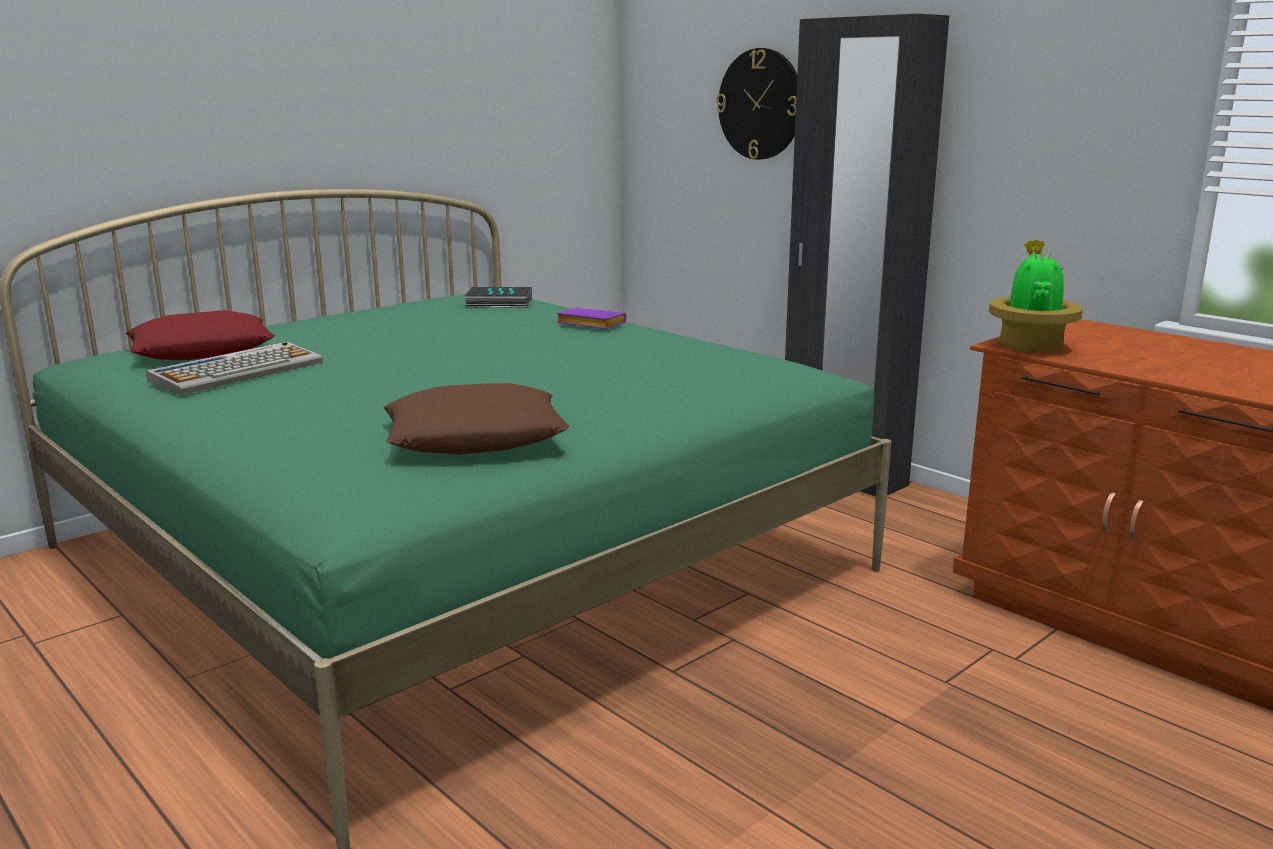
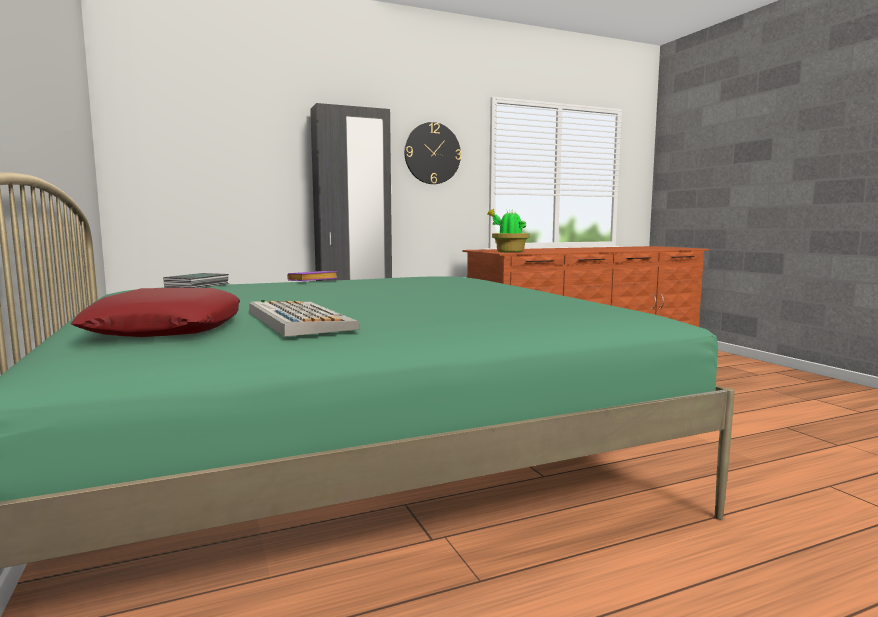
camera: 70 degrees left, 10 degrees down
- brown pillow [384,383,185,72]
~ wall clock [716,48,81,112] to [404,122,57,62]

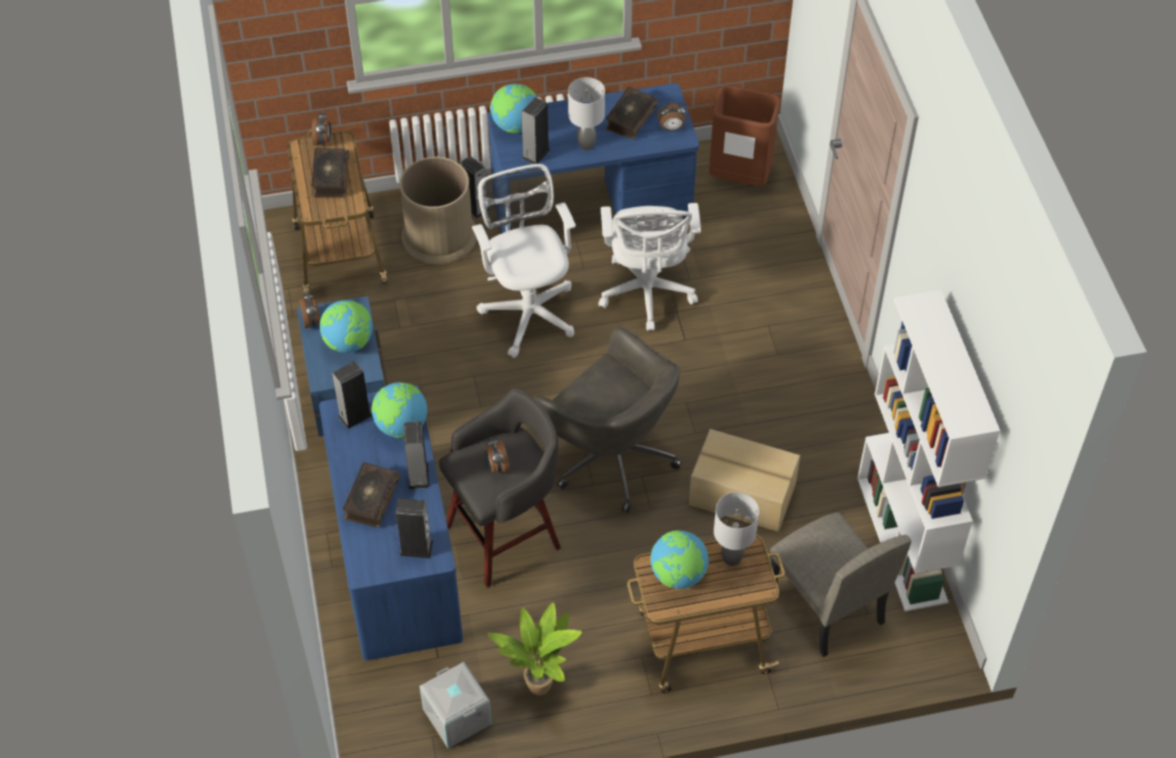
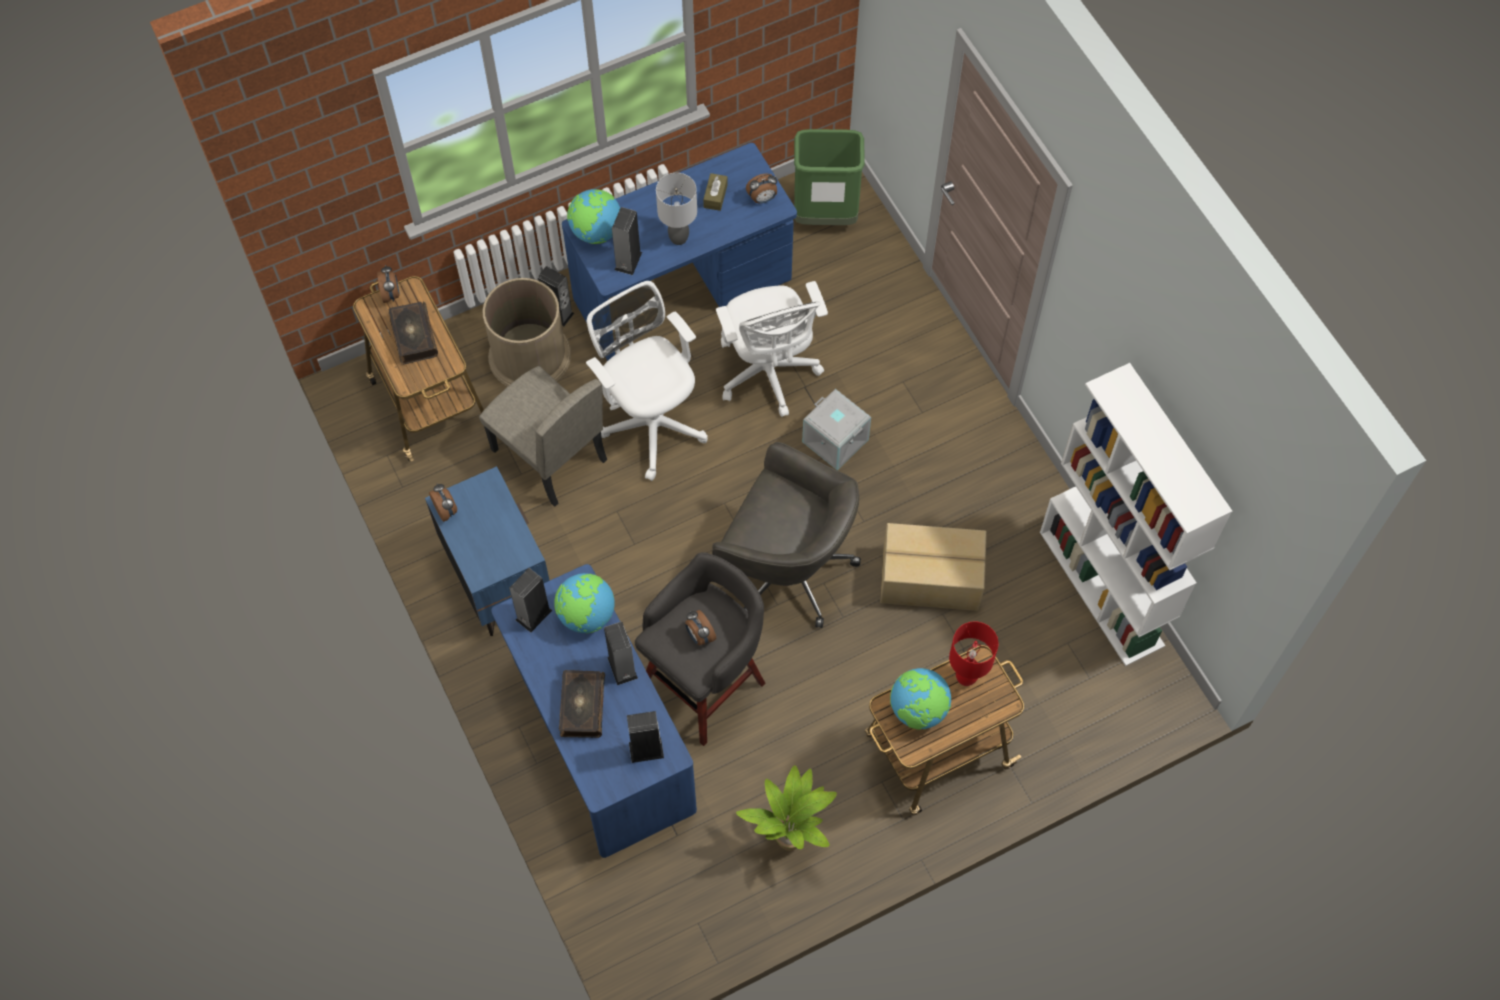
camera: 15 degrees left, 10 degrees up
- globe [320,300,53,53]
~ grey storage box [419,662,73,86] to [802,389,69,81]
~ beige chair [770,512,141,145] to [479,366,128,141]
~ book [605,87,53,53] to brown tissue box [703,173,25,38]
~ brown trash can [709,85,72,101] to green trash can [794,129,71,96]
~ grey table lamp [714,492,45,74] to red table lamp [949,622,49,64]

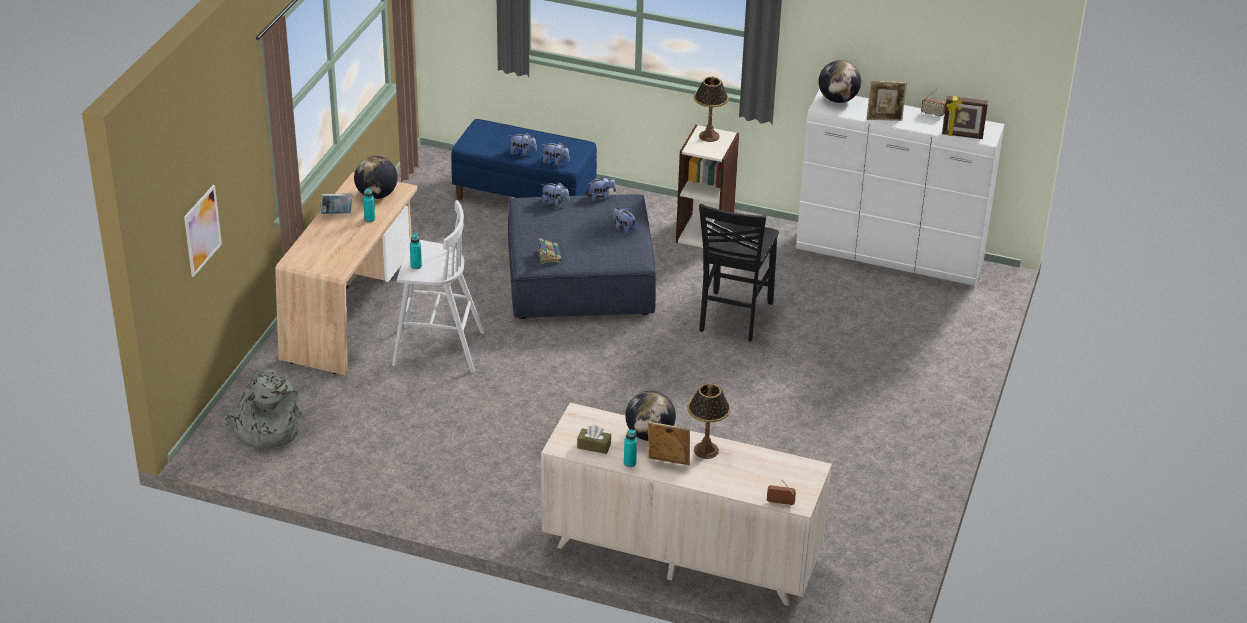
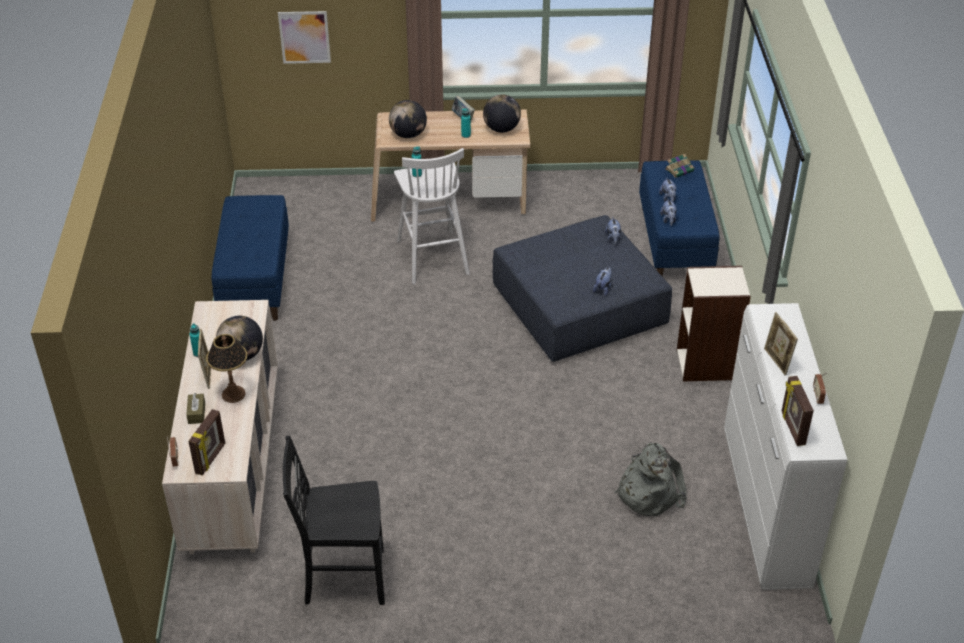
camera: 70 degrees right, 5 degrees up
- plush toy [588,175,28,26]
- table lamp [694,76,35,66]
+ picture frame [188,409,37,67]
+ blue bench [212,195,77,126]
~ grey backpack [225,369,76,80] to [614,443,73,73]
~ book [537,238,25,26] to [665,154,29,24]
~ brown tissue box [577,425,34,29] to [186,393,19,31]
~ black chair [699,204,80,138] to [283,436,102,169]
~ globe [819,60,42,43] to [389,100,38,38]

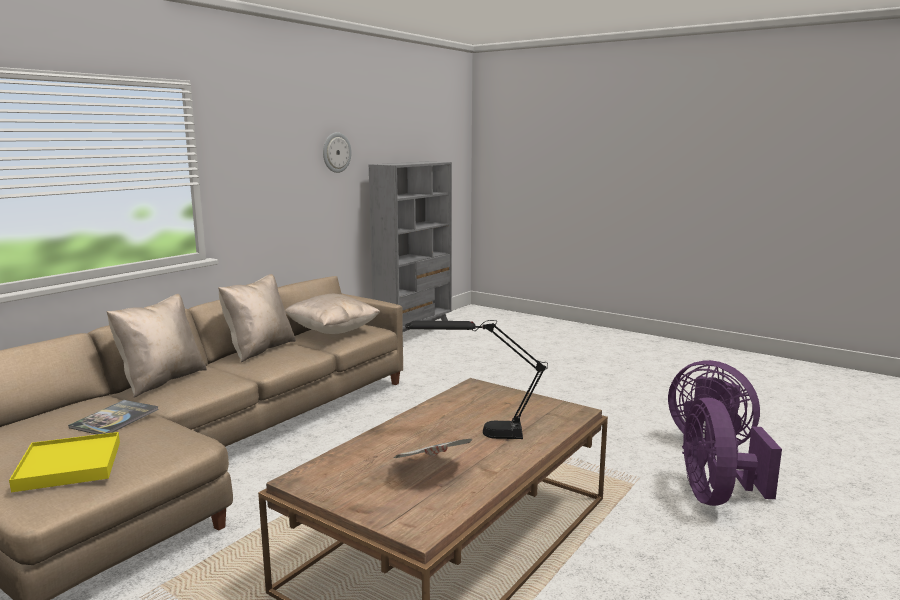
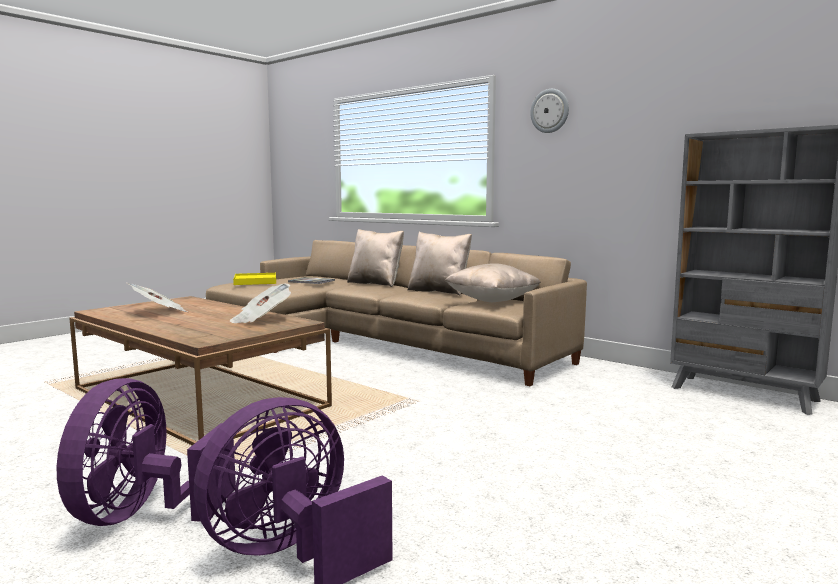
camera: 95 degrees right, 5 degrees down
- black table lamp [405,320,143,119]
+ newspaper [230,283,61,40]
~ wall clock [323,132,29,41] to [530,89,39,44]
~ purple fan [682,397,100,109] = [57,378,179,148] 90 degrees counterclockwise

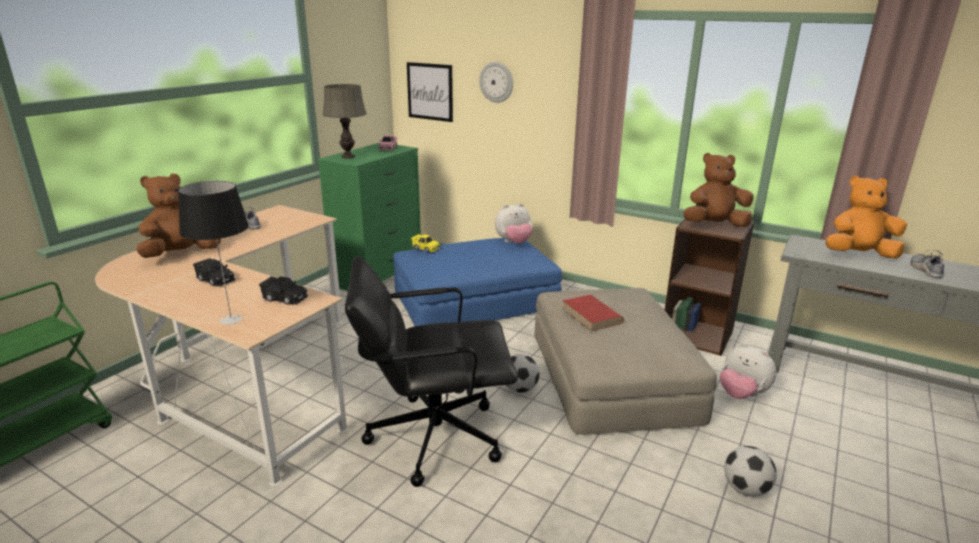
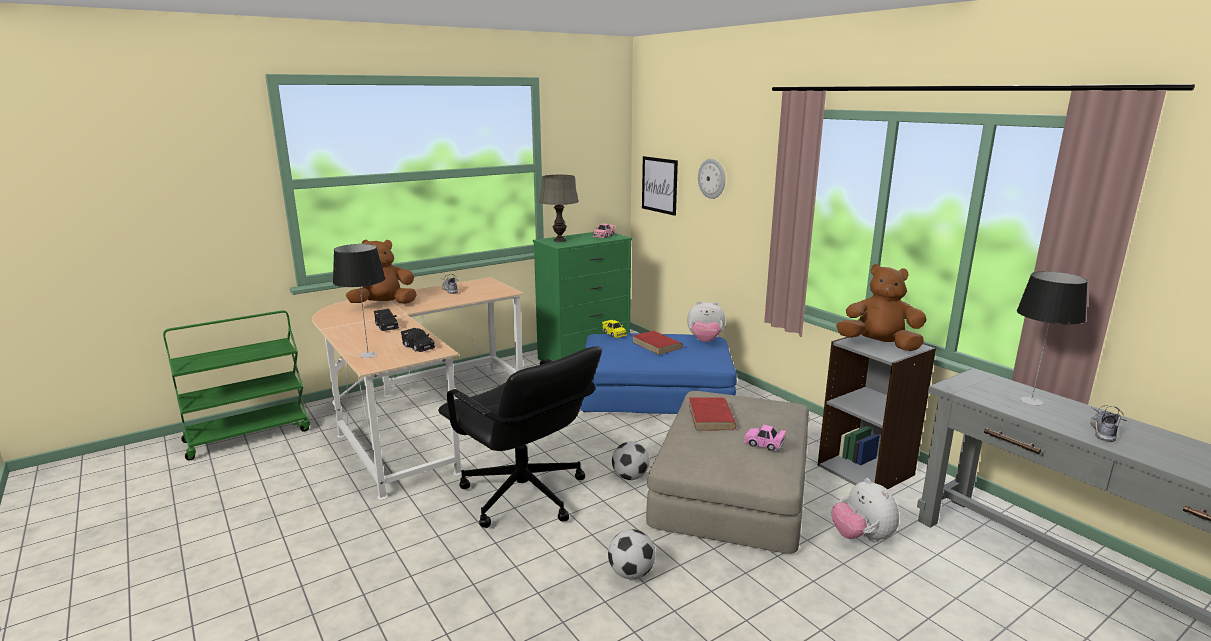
camera: 25 degrees right, 5 degrees down
+ red book [633,331,50,24]
+ pink toy car [744,425,42,26]
~ football [724,446,53,51] to [608,529,47,50]
~ orange plush toy [825,175,82,84] to table lamp [1017,271,71,135]
~ brown bookcase [665,219,89,137] to grey bookcase [817,335,119,155]
~ black office chair [345,256,173,231] = [438,346,164,182] 150 degrees counterclockwise

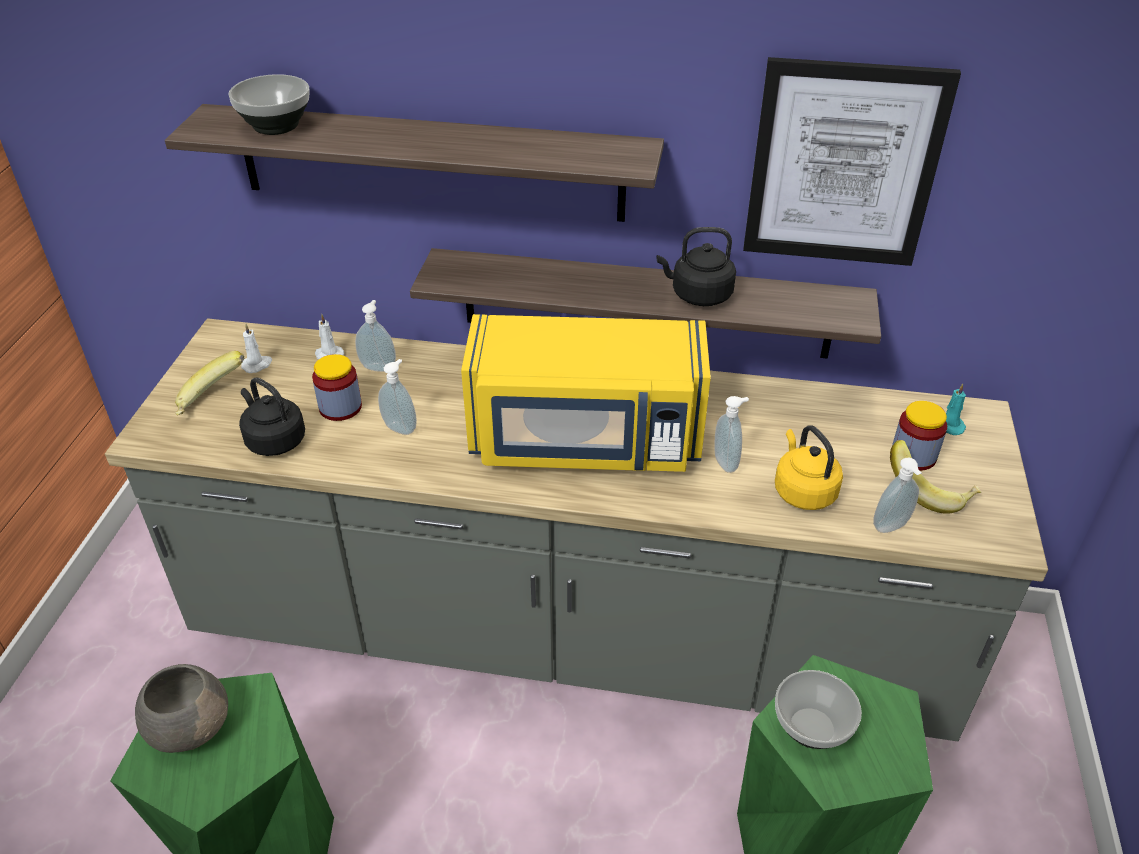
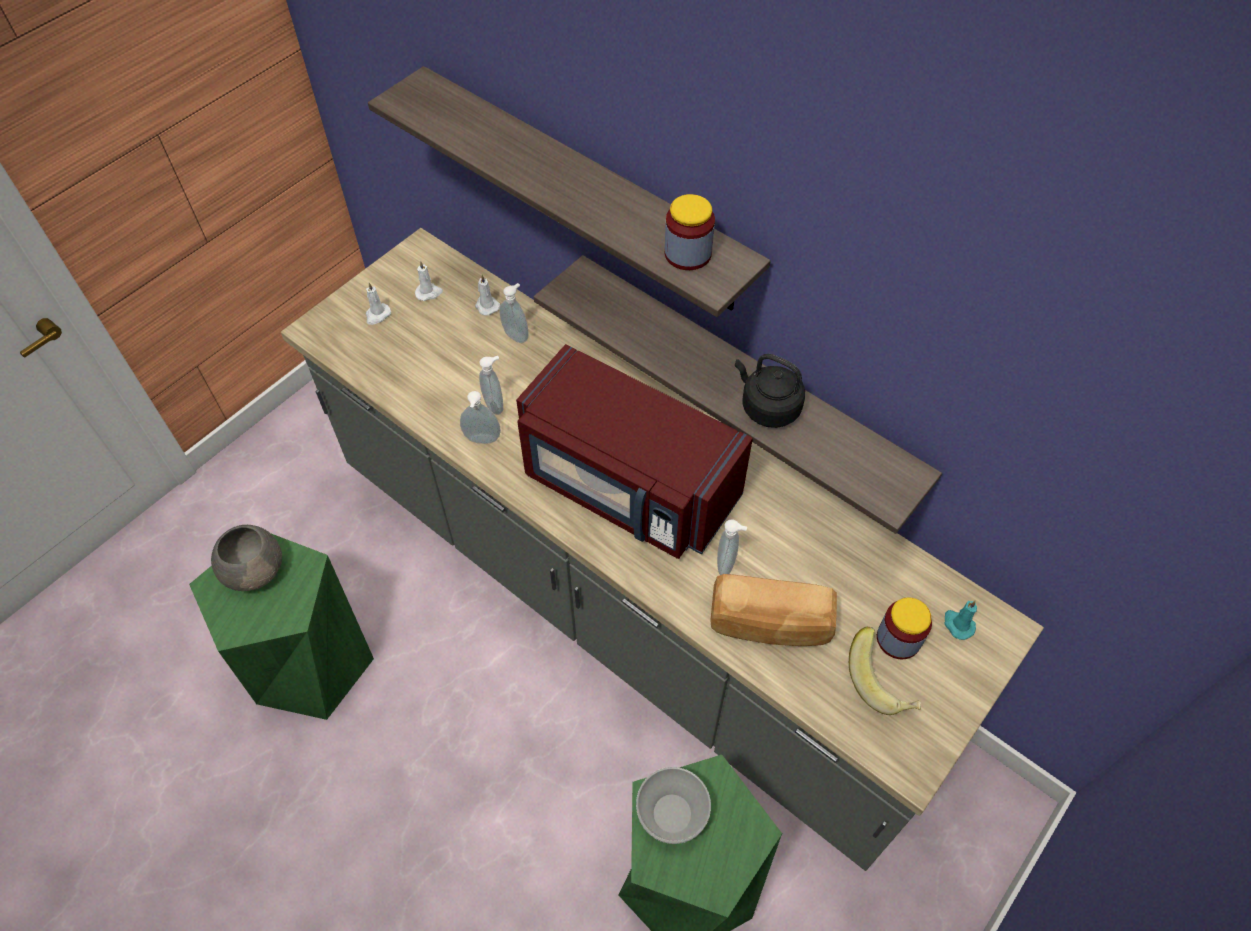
camera: 30 degrees right, 15 degrees up
- bowl [228,74,82,61]
- black kettle [239,377,66,79]
- picture [743,57,218,209]
~ jar [312,354,50,67] to [665,194,50,76]
~ soap dispenser [873,457,49,76] to [460,391,41,53]
~ banana [175,351,69,65] to white candle [366,283,25,42]
~ yellow kettle [775,426,68,84] to bread [710,574,127,72]
~ yellow microwave [461,314,250,158] to red microwave [516,344,237,215]

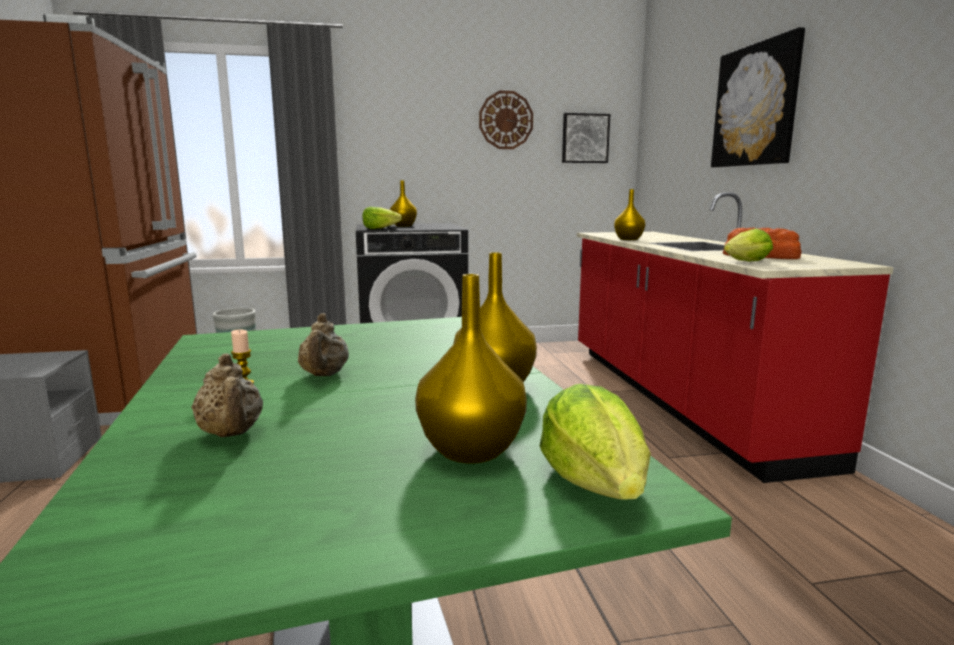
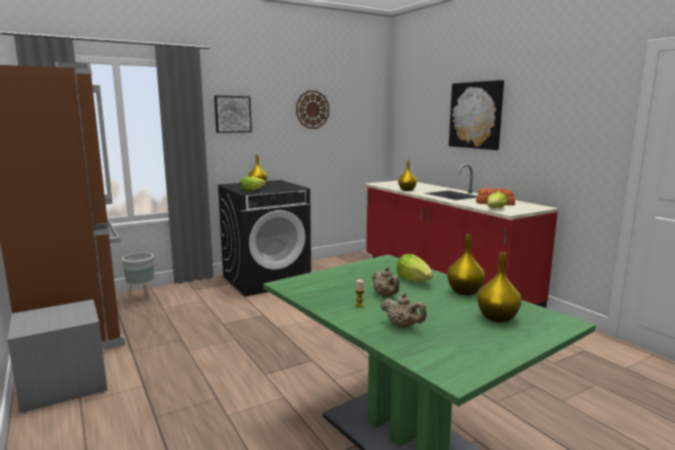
camera: 20 degrees left, 0 degrees up
~ lettuce [540,384,111,116] to [396,254,37,27]
~ picture [562,113,48,50] to [214,96,38,37]

